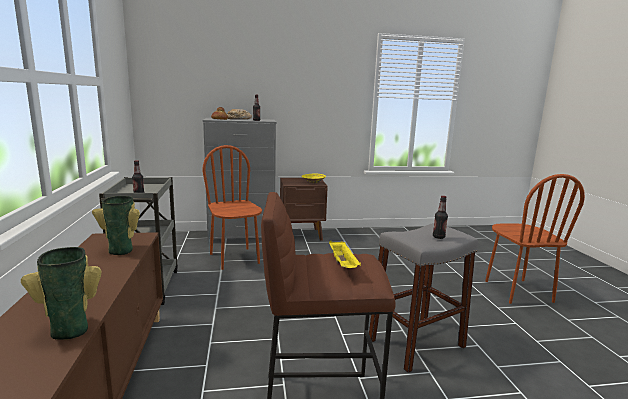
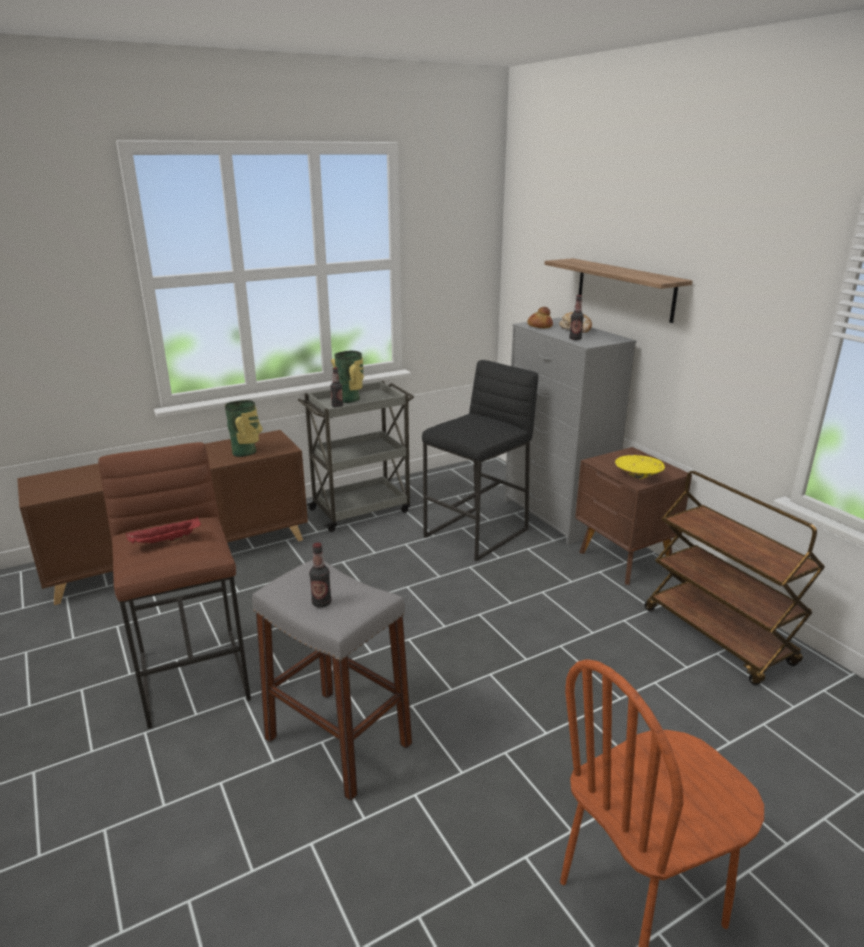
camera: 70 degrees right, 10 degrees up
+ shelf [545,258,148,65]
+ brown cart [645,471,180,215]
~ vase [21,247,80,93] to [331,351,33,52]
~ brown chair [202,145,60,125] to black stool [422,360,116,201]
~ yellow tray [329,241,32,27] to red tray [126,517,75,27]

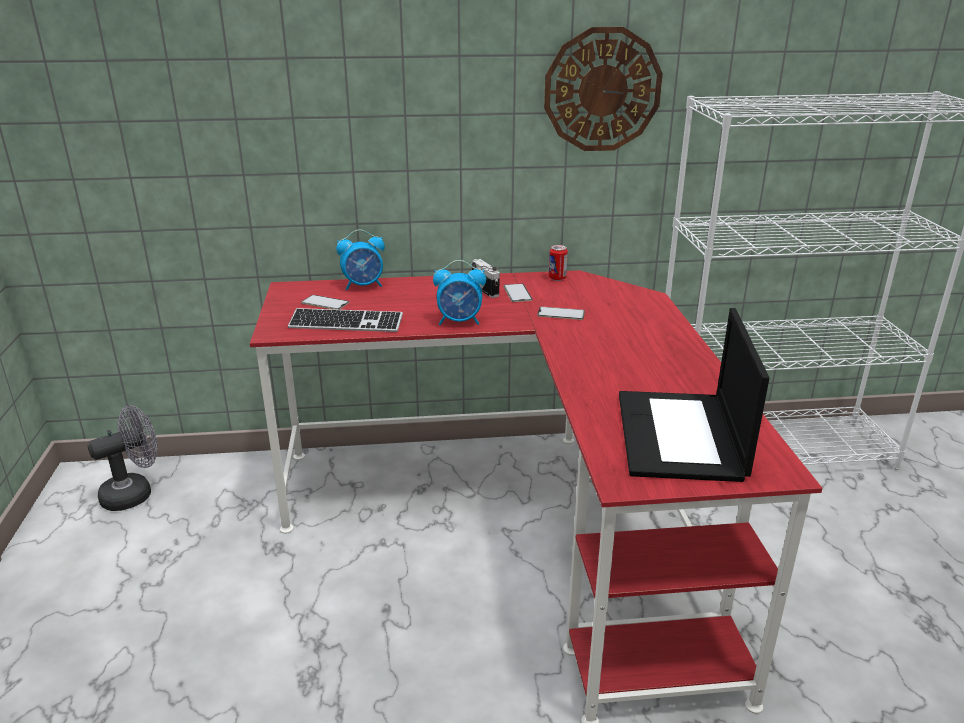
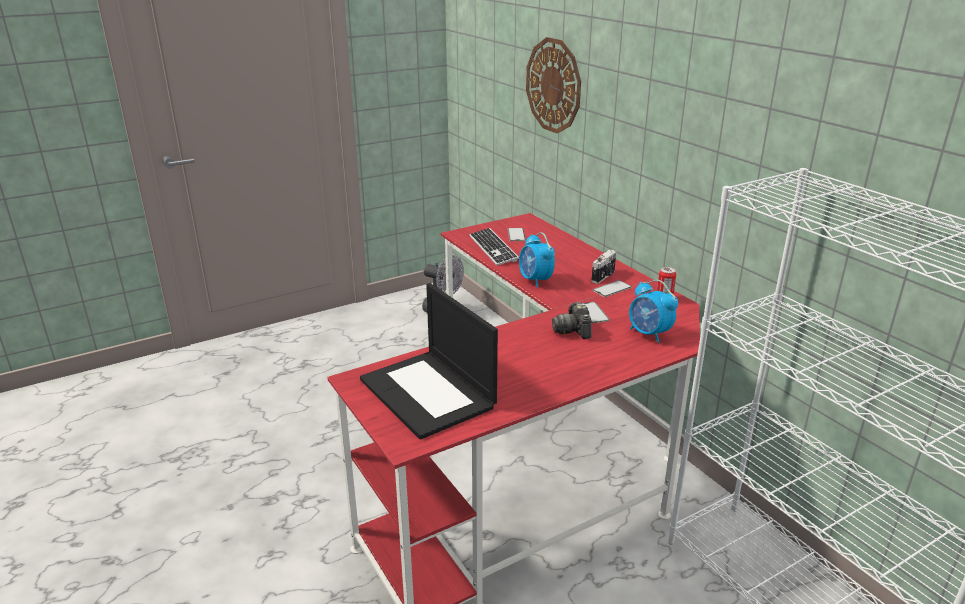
camera: 65 degrees right, 0 degrees up
+ photo camera [552,302,40,37]
~ alarm clock [336,229,49,61] to [629,280,49,63]
~ wall clock [544,27,119,124] to [526,37,55,96]
~ laptop [619,308,150,174] = [360,283,138,156] 105 degrees counterclockwise

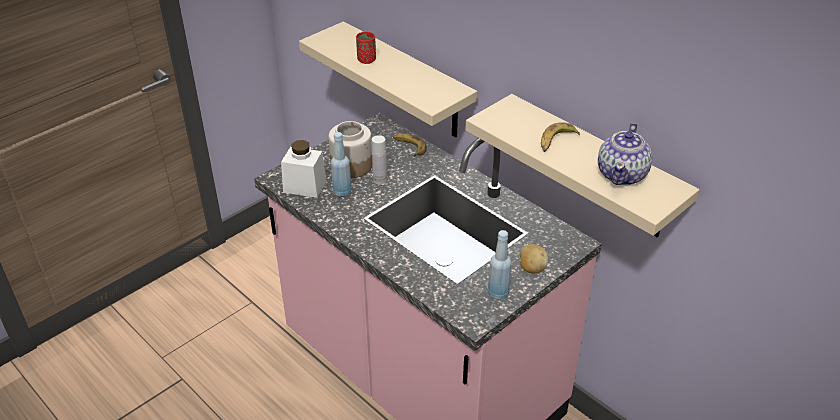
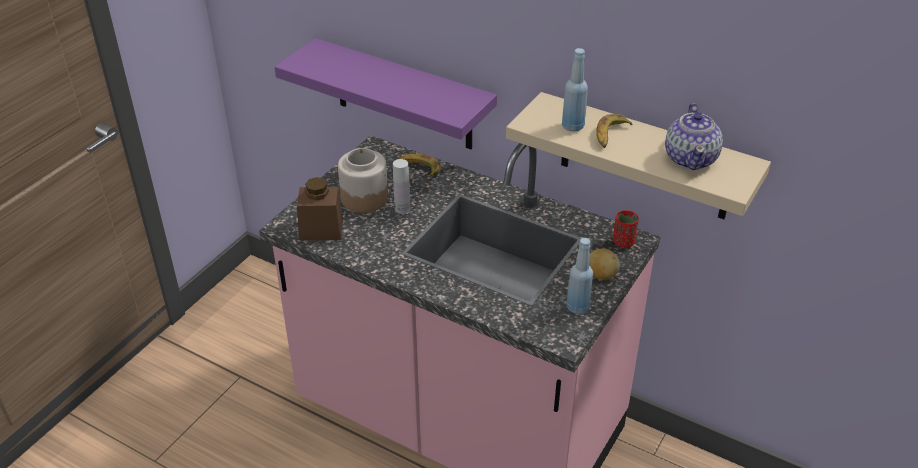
camera: 15 degrees left, 0 degrees up
~ blue bottle [331,132,21,65] to [562,48,26,84]
~ red cup [356,32,20,32] to [613,210,26,38]
~ white jar [281,140,45,58] to brown jar [297,177,46,64]
~ beige shelf [299,21,178,117] to purple shelf [274,38,223,111]

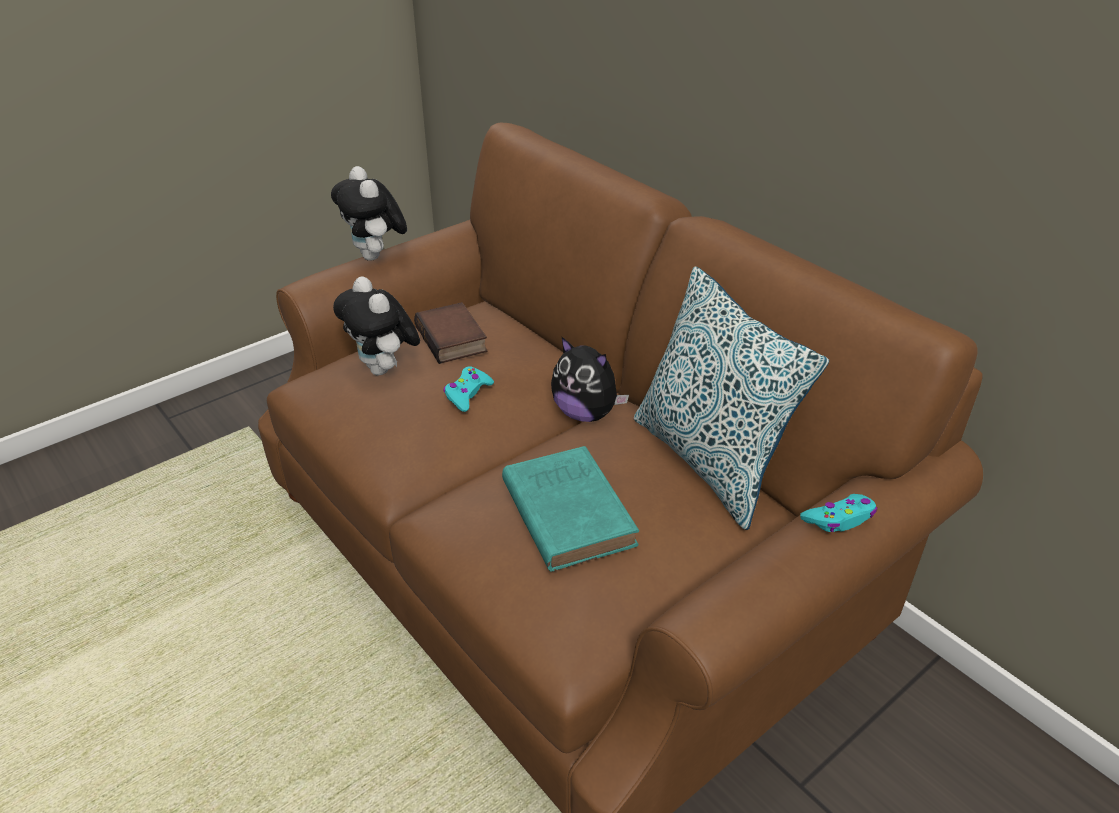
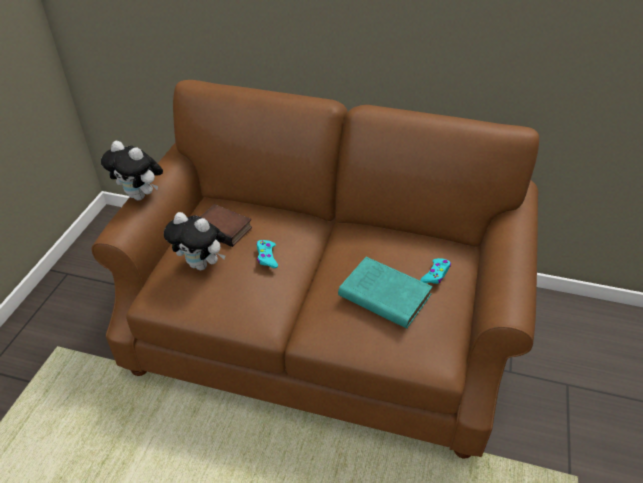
camera: 35 degrees left, 5 degrees up
- plush toy [551,337,78,85]
- pillow [634,267,195,263]
~ turquoise game controller [800,494,77,38] to [420,258,31,26]

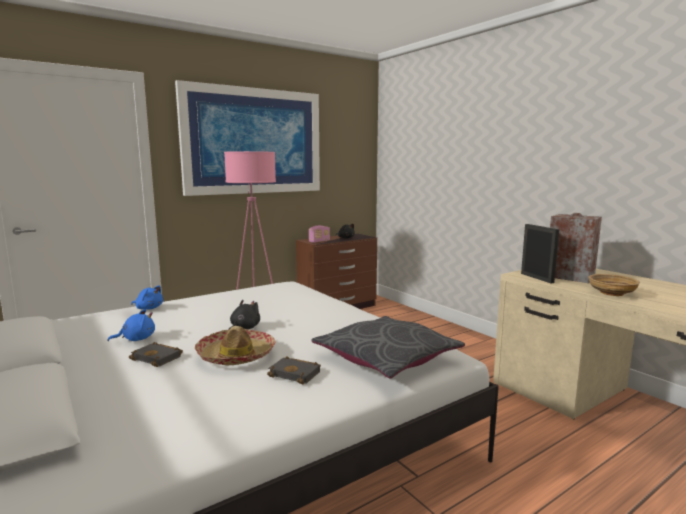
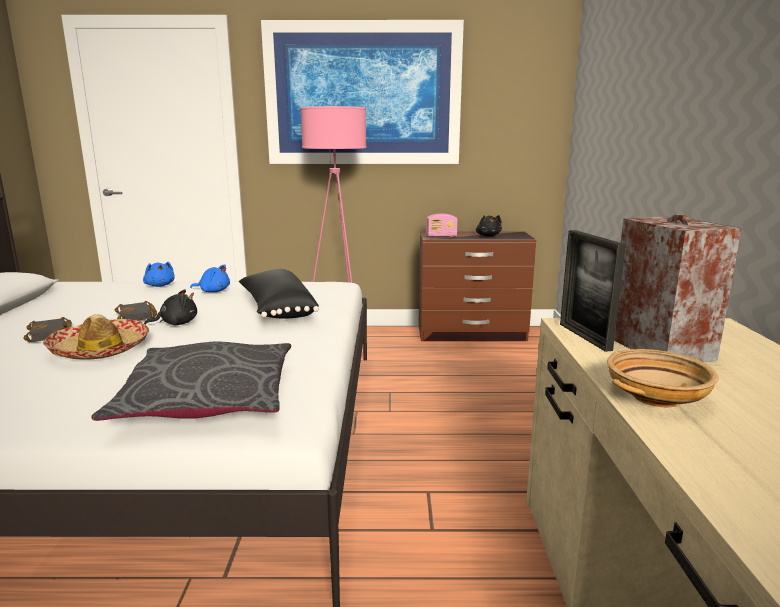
camera: 35 degrees right, 5 degrees up
+ black pillow [239,269,80,50]
~ blue plush toy [107,309,48,32] to [190,264,40,28]
~ black book [267,356,54,28] to [114,301,43,20]
~ picture frame [521,224,39,59] = [560,230,66,122] 150 degrees clockwise

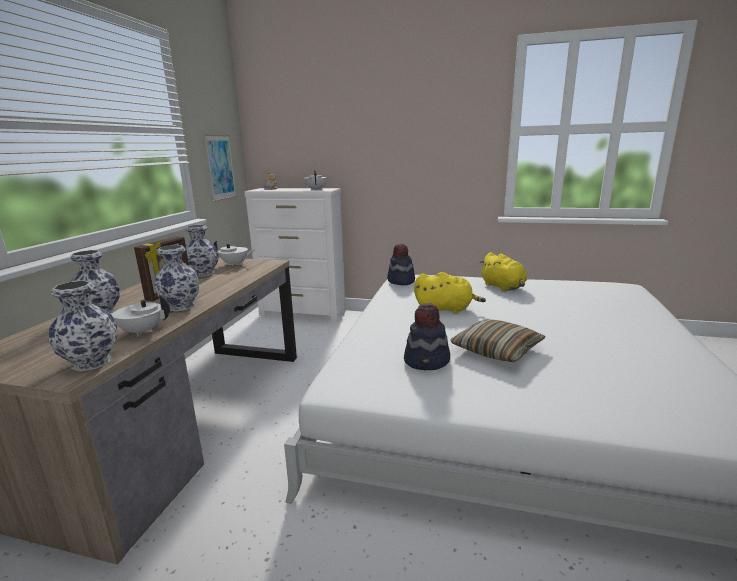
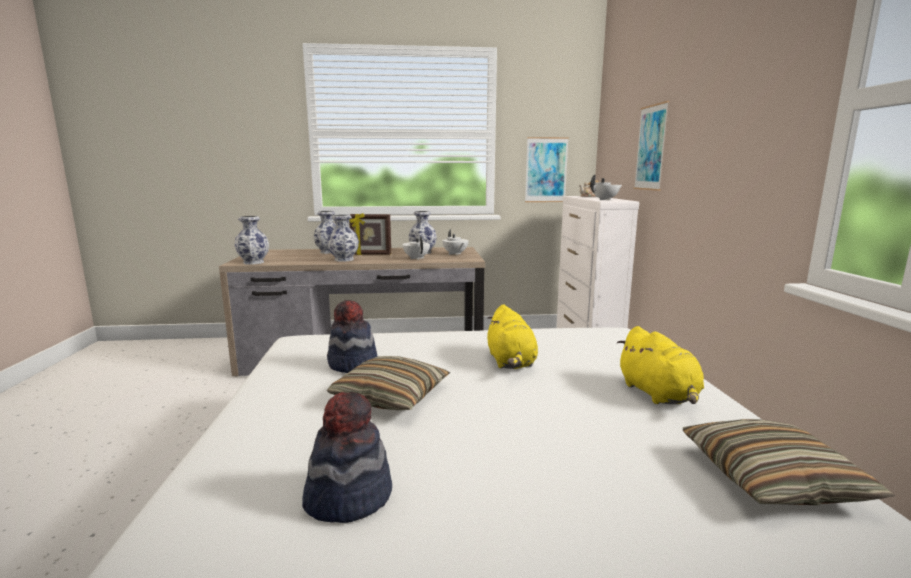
camera: 70 degrees right, 5 degrees down
+ picture [634,101,35,90]
+ pillow [683,419,212,86]
~ white teapot [111,294,59,42] to [402,236,28,24]
~ hat [387,243,28,42] to [302,392,90,131]
~ yellow plush toy [479,252,48,39] = [617,326,87,78] 60 degrees counterclockwise

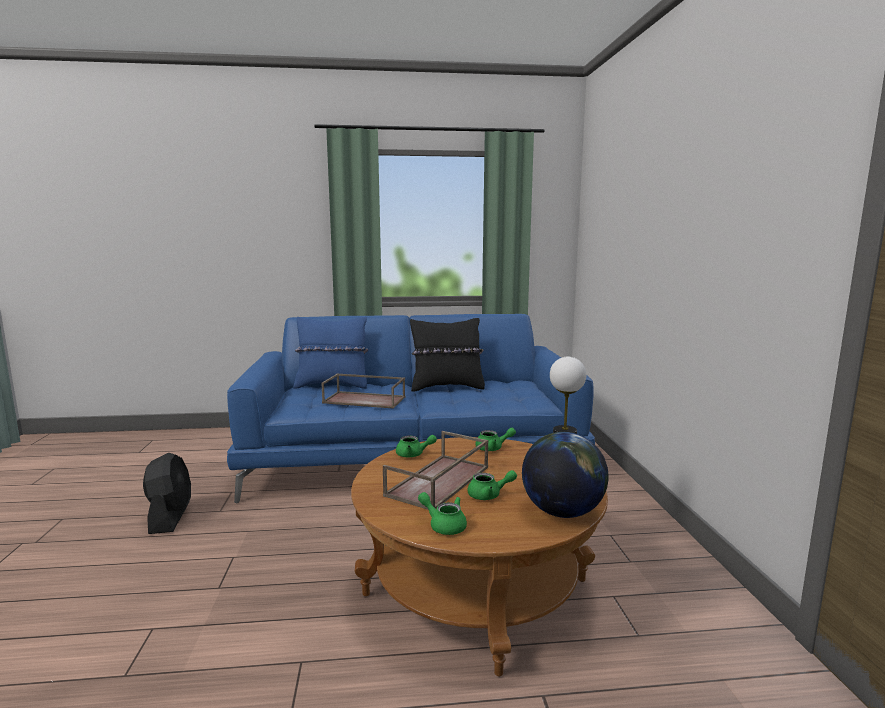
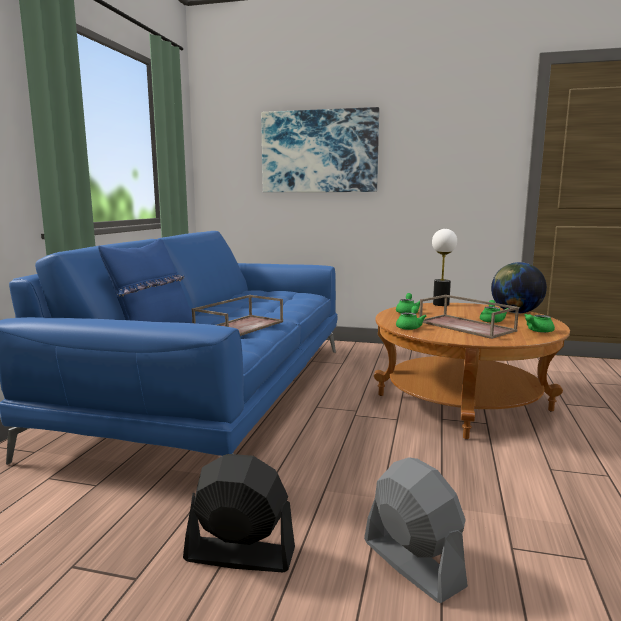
camera: 70 degrees left, 0 degrees up
- black pillow [410,318,75,74]
+ picture [261,107,118,85]
+ grey fan [364,457,104,146]

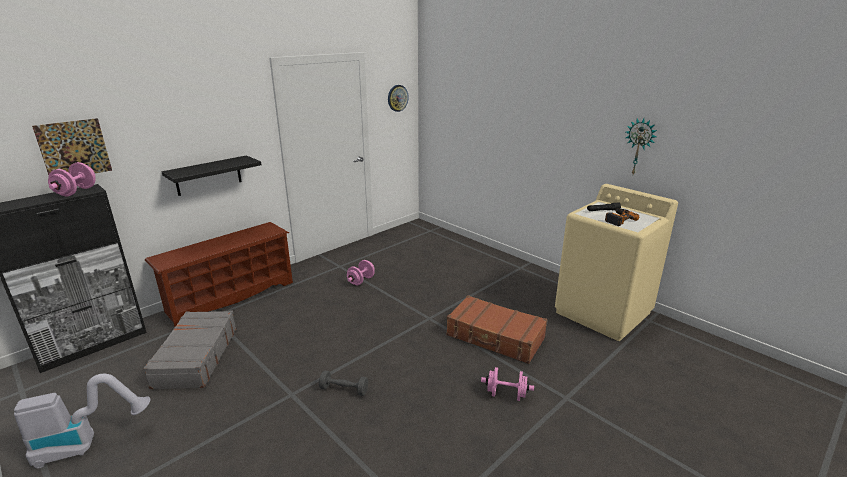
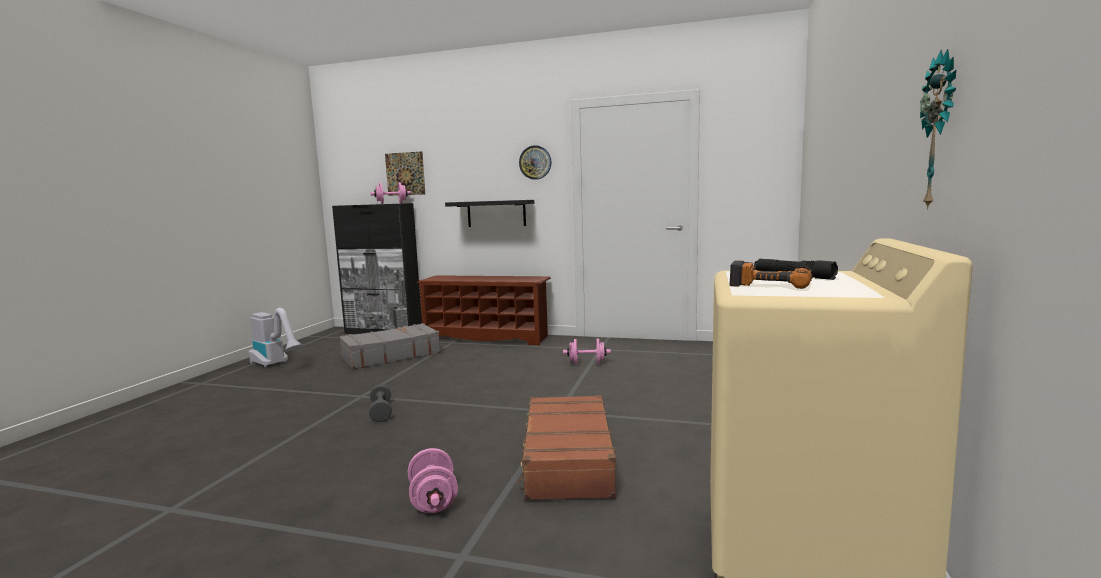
camera: 60 degrees right, 15 degrees down
~ wall clock [388,85,21,27] to [519,145,32,35]

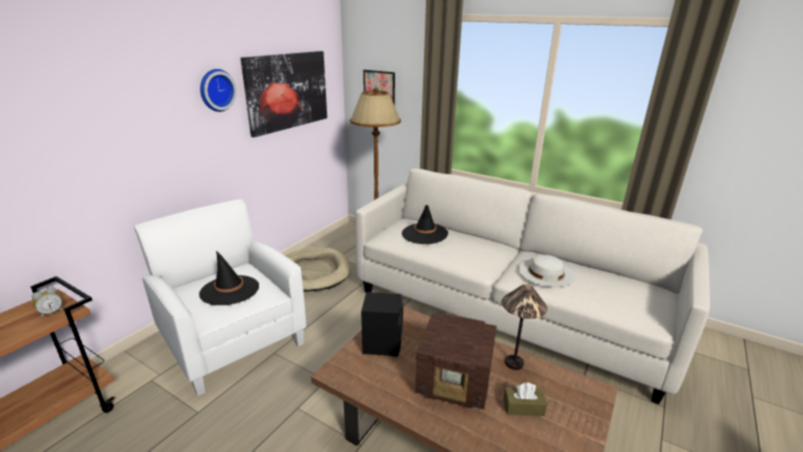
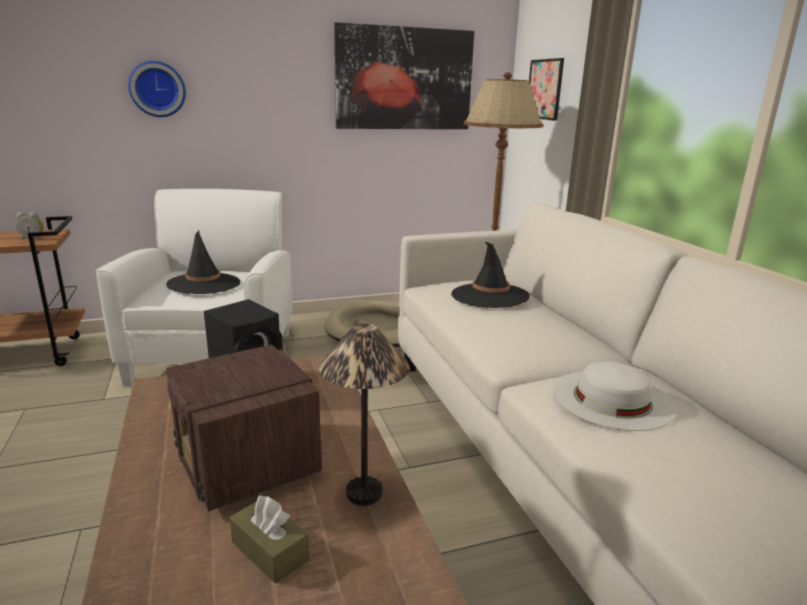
camera: 40 degrees right, 5 degrees down
~ wall clock [200,69,37,43] to [128,61,58,56]

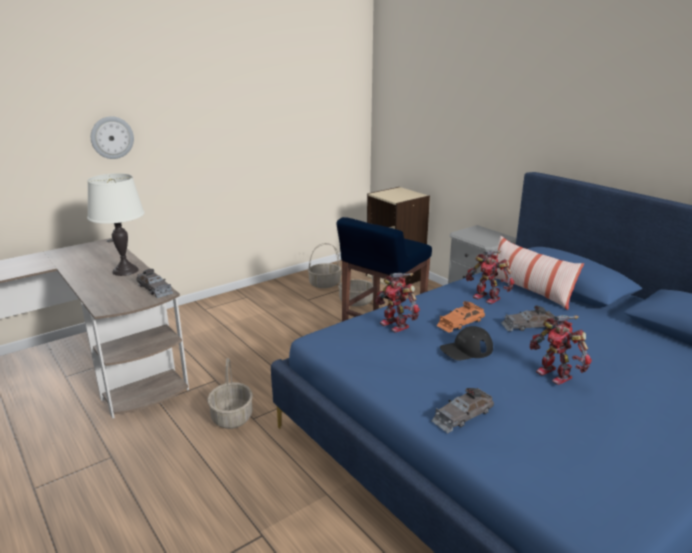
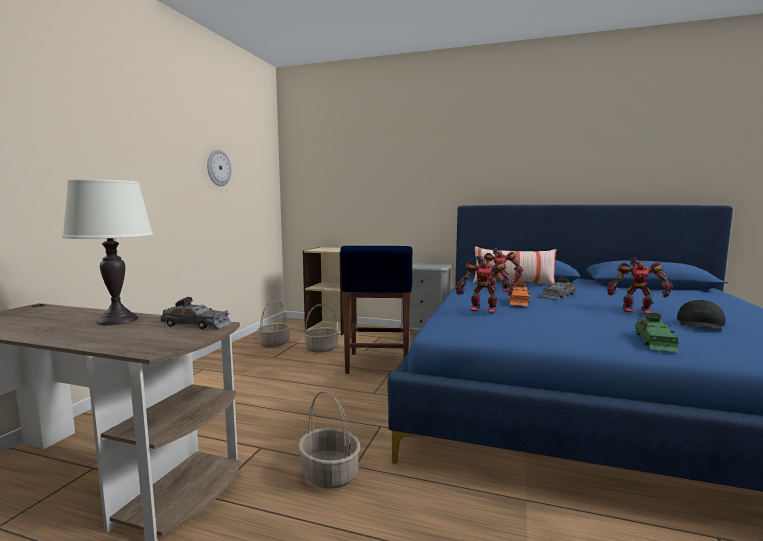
camera: 35 degrees left, 15 degrees down
~ wall clock [91,116,43,43] to [207,150,24,36]
~ black cap [440,326,53,35] to [677,300,48,30]
~ grey toy car [431,388,63,45] to green toy car [634,313,45,39]

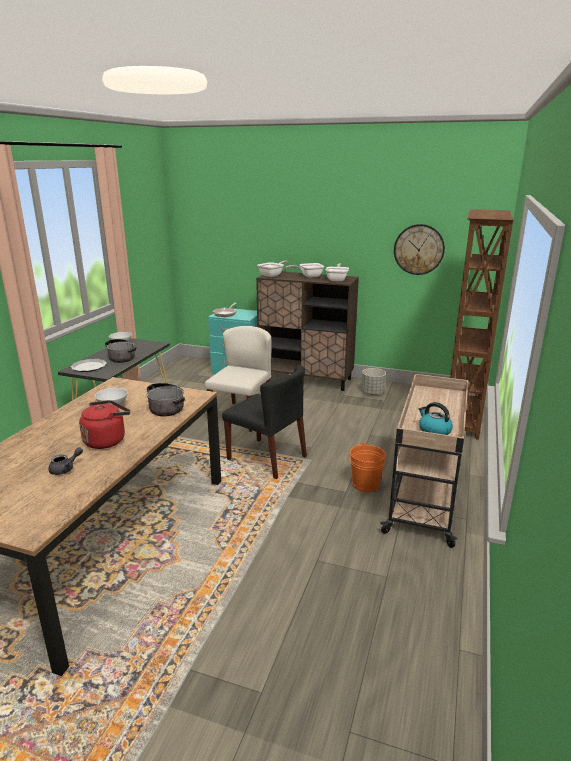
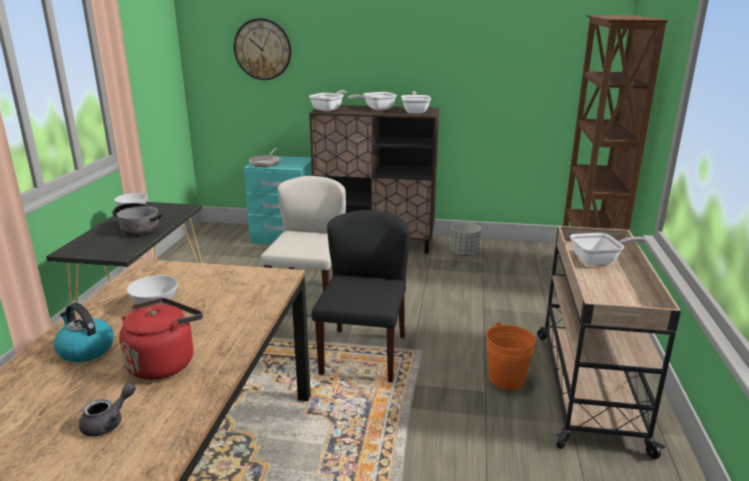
camera: 10 degrees left, 0 degrees up
- plate [70,359,37,13]
- cooking pot [147,383,38,33]
+ frying pan [570,233,77,32]
~ wall clock [394,224,51,51] to [234,18,57,62]
~ kettle [419,402,34,33] to [54,303,60,59]
~ black chair [222,365,85,114] = [311,210,99,172] 105 degrees counterclockwise

